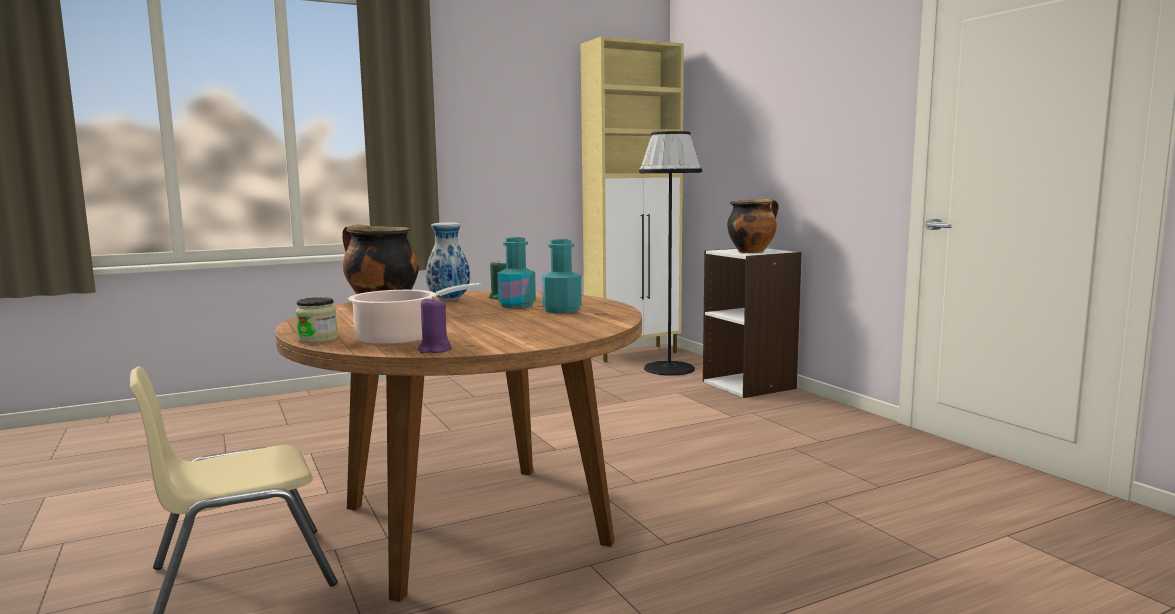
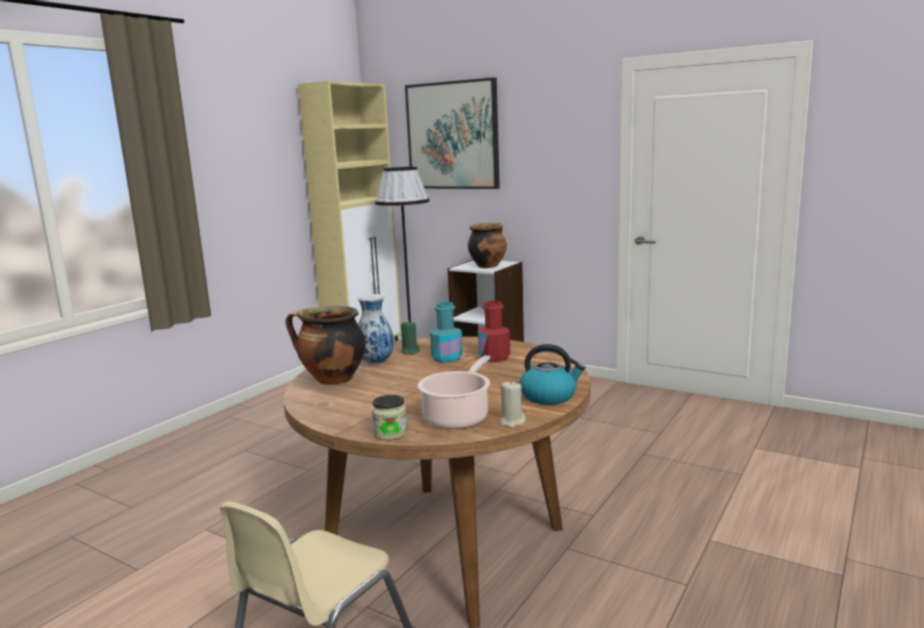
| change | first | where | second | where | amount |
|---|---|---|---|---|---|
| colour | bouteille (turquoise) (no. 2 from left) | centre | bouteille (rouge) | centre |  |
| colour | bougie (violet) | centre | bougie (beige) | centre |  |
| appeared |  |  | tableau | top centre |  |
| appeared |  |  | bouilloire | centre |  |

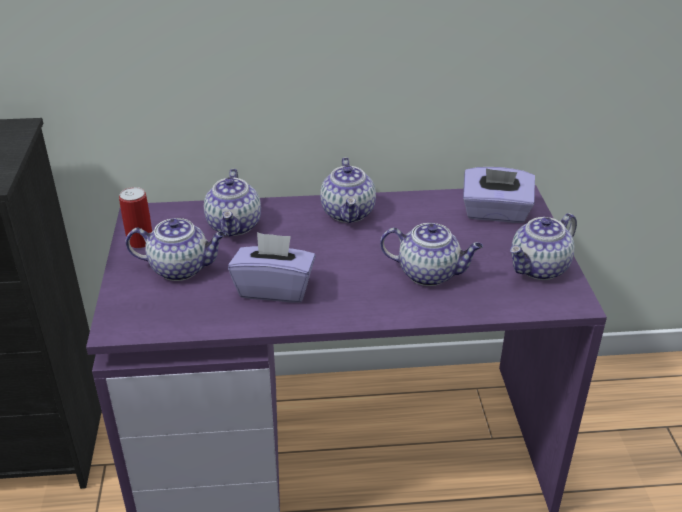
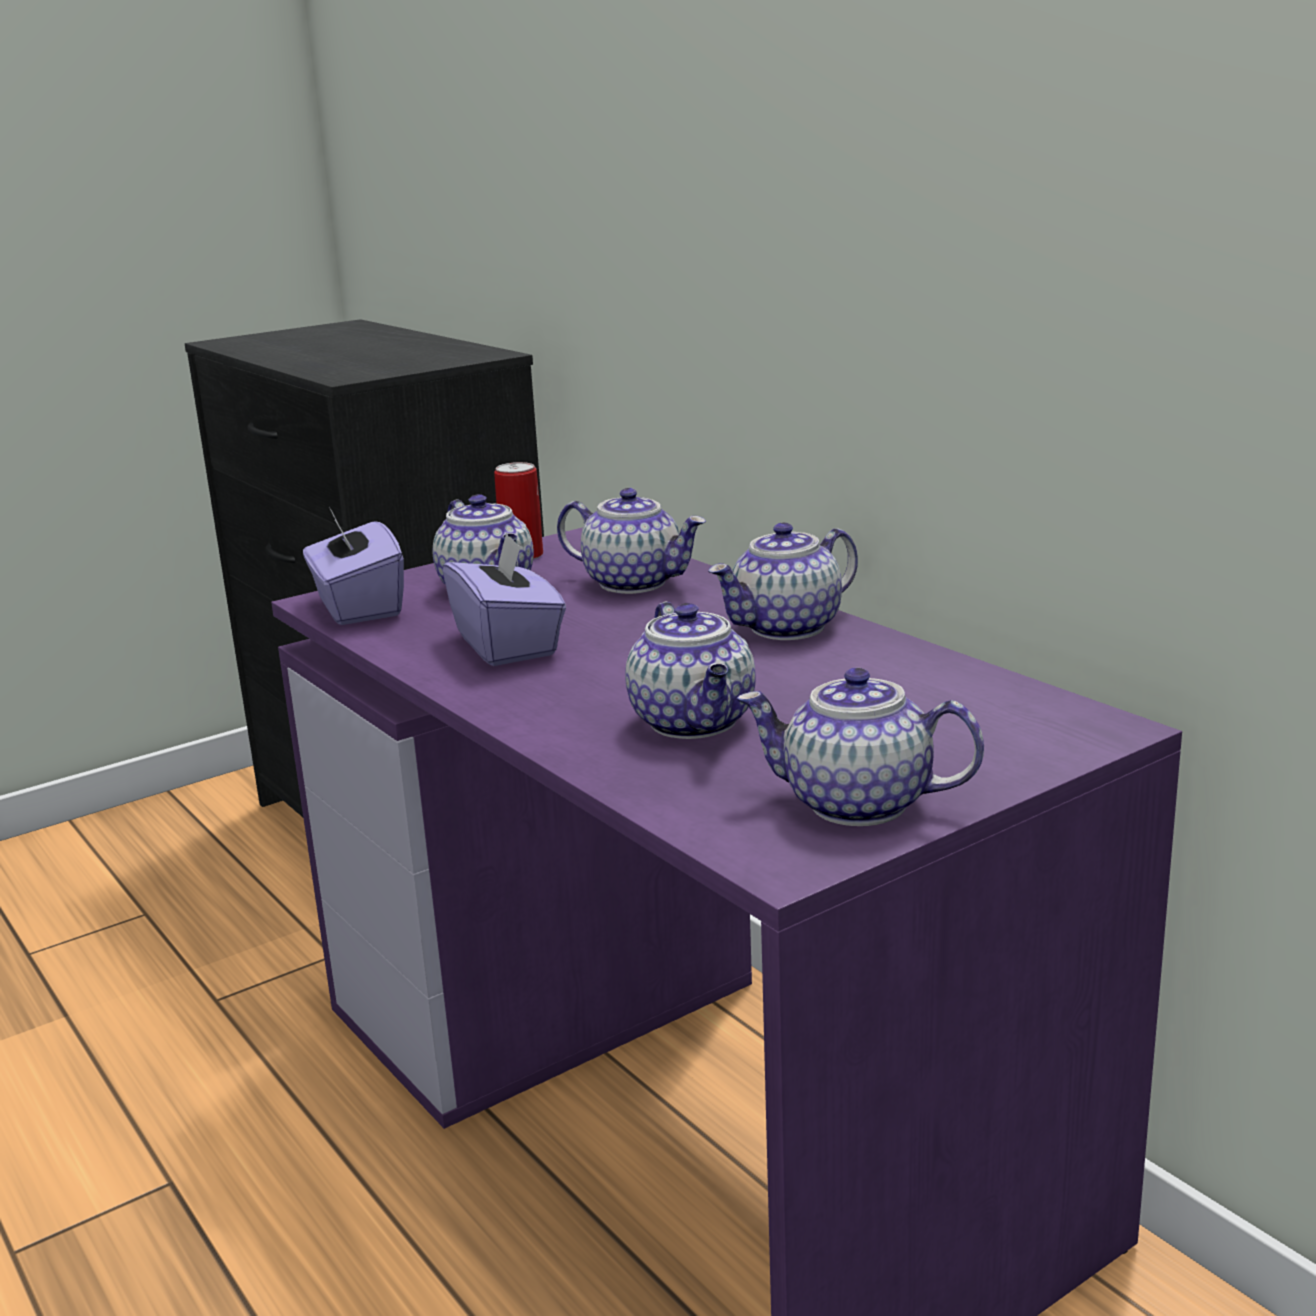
| change | first | where | second | where | amount |
|---|---|---|---|---|---|
| relocated | boîte à mouchoirs (violet) (no. 2 from left in the first image) | middle right | boîte à mouchoirs (violet) (no. 1 from left) | middle left |  |
| spun | théière (no. 2 from left) | centre |  | centre | 120 degrees counterclockwise |

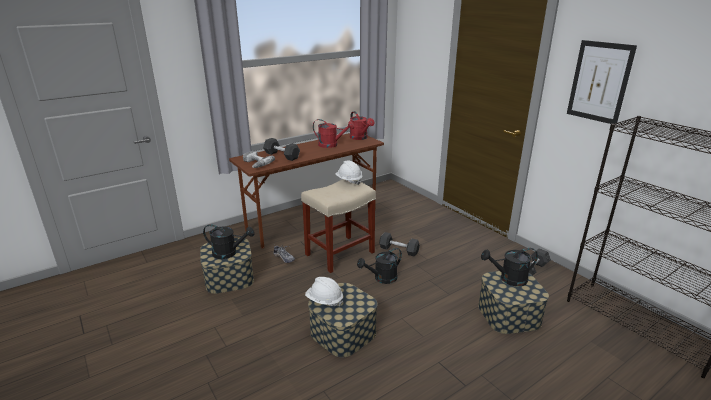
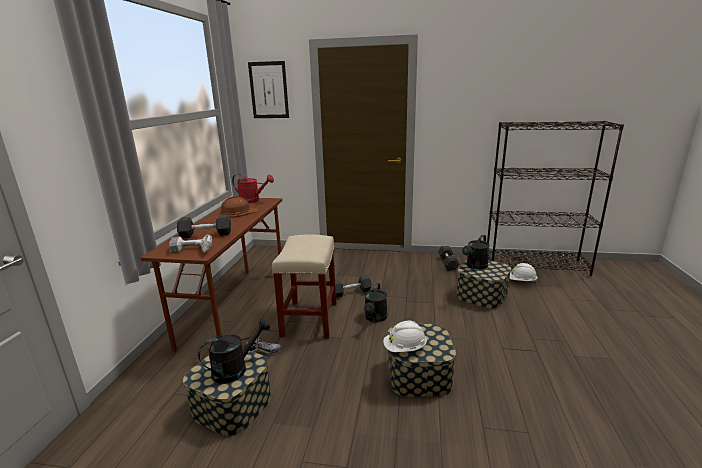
| change | first | where | second | where | amount |
|---|---|---|---|---|---|
| relocated | tableau | top right |  | top centre |  |
| exchanged | arrosoir (rouge) (no. 1 from left) | top centre | casque de chantier (marron) | centre |  |
| relocated | casque de chantier (blanc) (no. 2 from left) | centre |  | middle right |  |

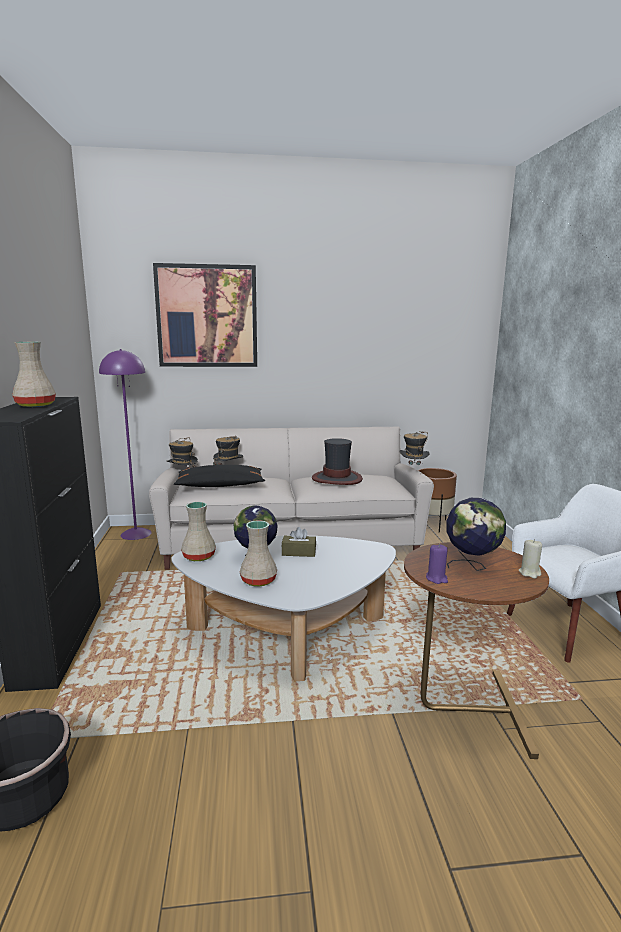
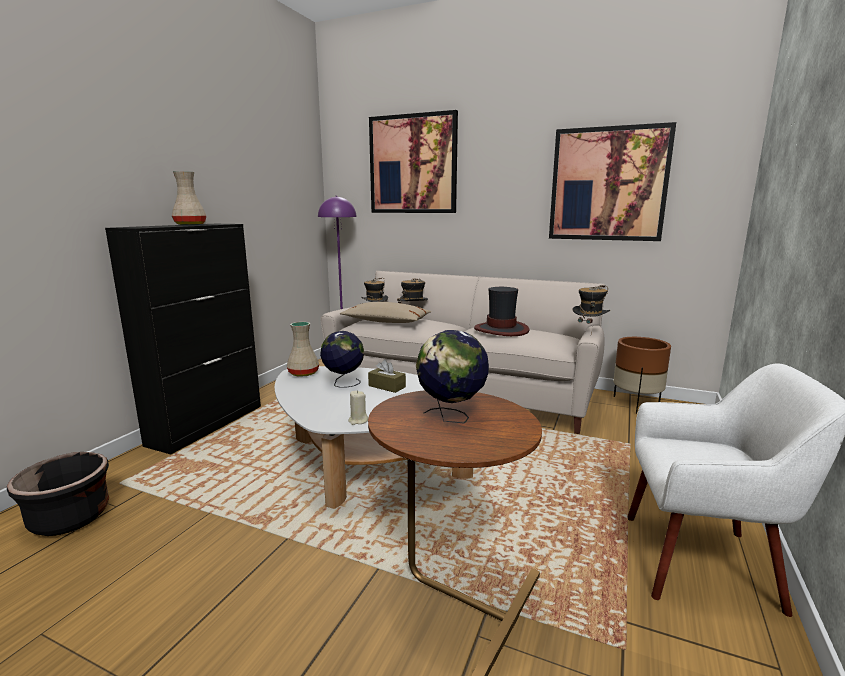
| change | first | where | second | where | amount |
|---|---|---|---|---|---|
| colour | coussin (noir) | centre | coussin (beige) | centre |  |
| missing | vase (beige) (no. 3 from left) | centre |  |  |  |
| relocated | bougie (beige) | middle right |  | centre |  |
| missing | bougie (violet) | middle right |  |  |  |
| appeared |  |  | tableau (no. 2 from left) | top right |  |

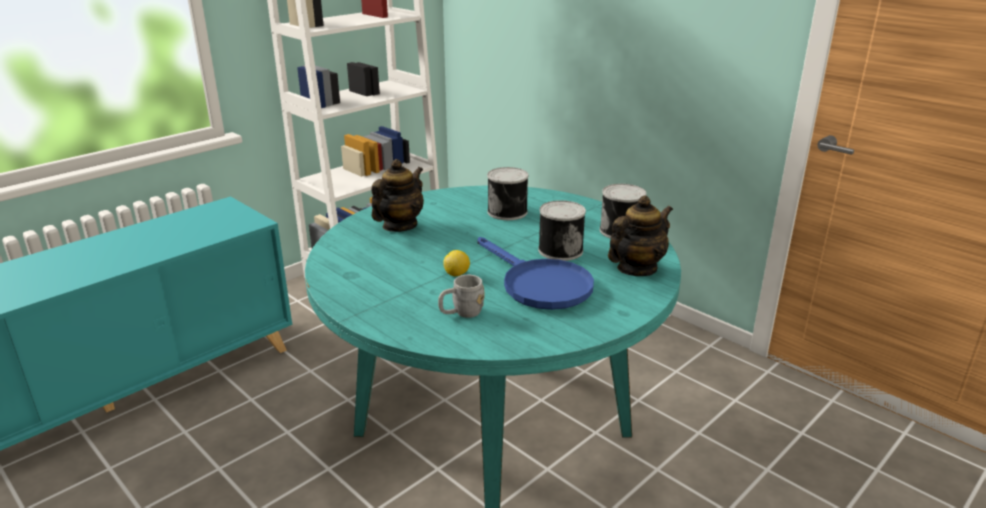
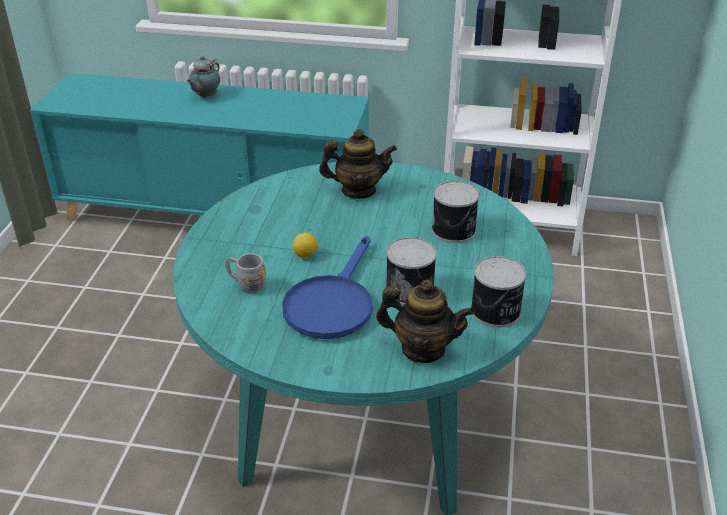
| change | first | where | second | where | amount |
|---|---|---|---|---|---|
| appeared |  |  | théière (no. 1 from left) | top left |  |

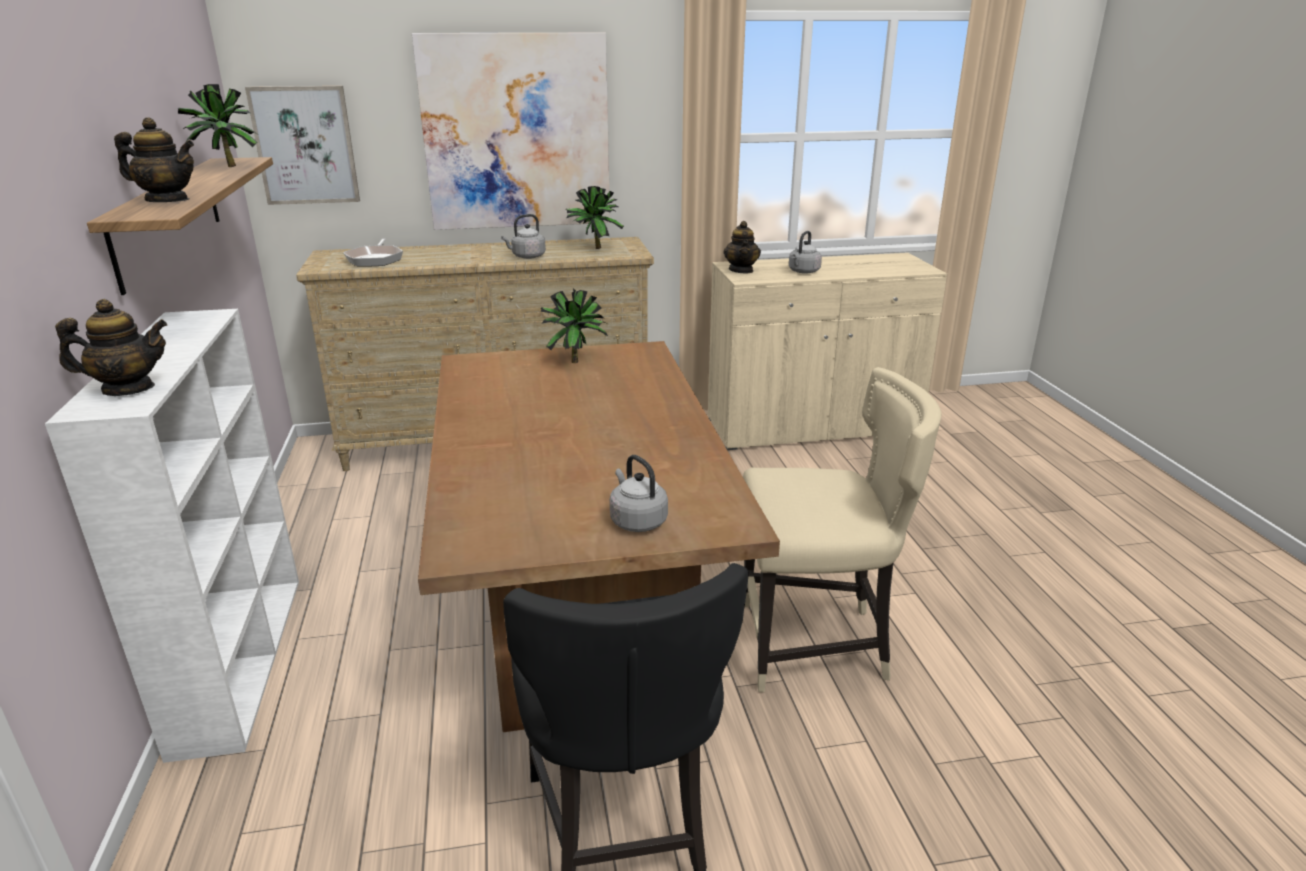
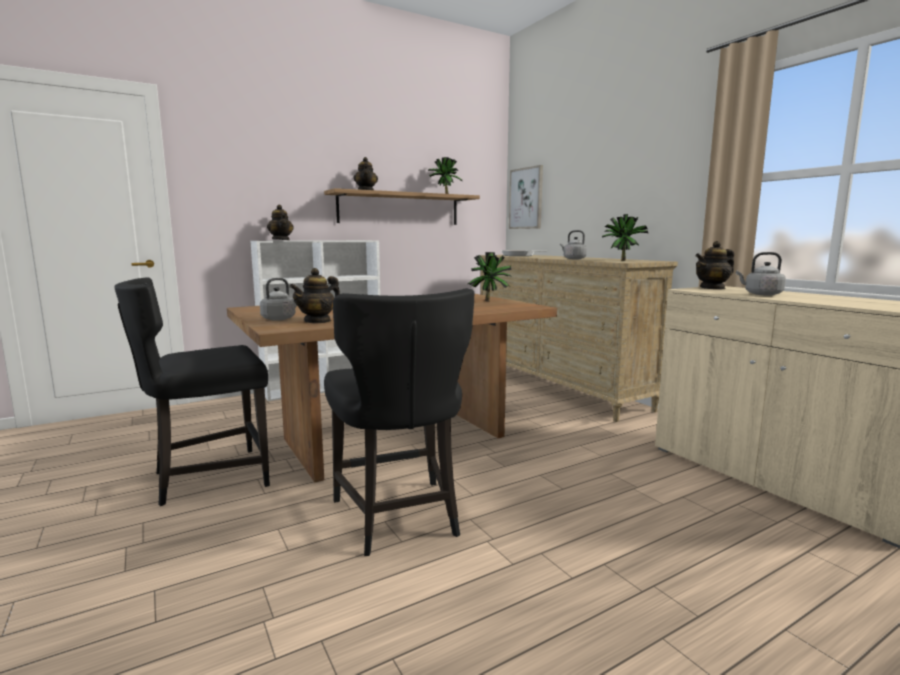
| change | first | where | second | where | amount |
|---|---|---|---|---|---|
| missing | tableau (no. 2 from left) | top centre |  |  |  |
| colour | chaise (beige) | centre | chaise (noir) (no. 2 from left) | centre |  |
| appeared |  |  | théière (no. 2 from left) | centre |  |

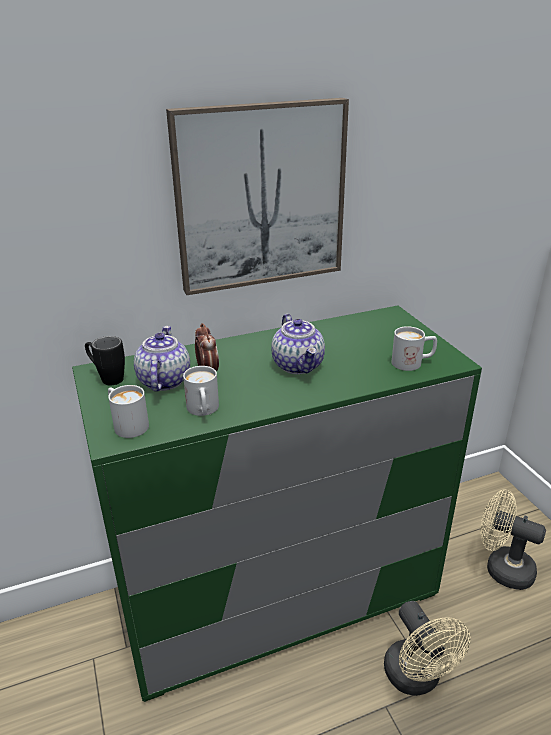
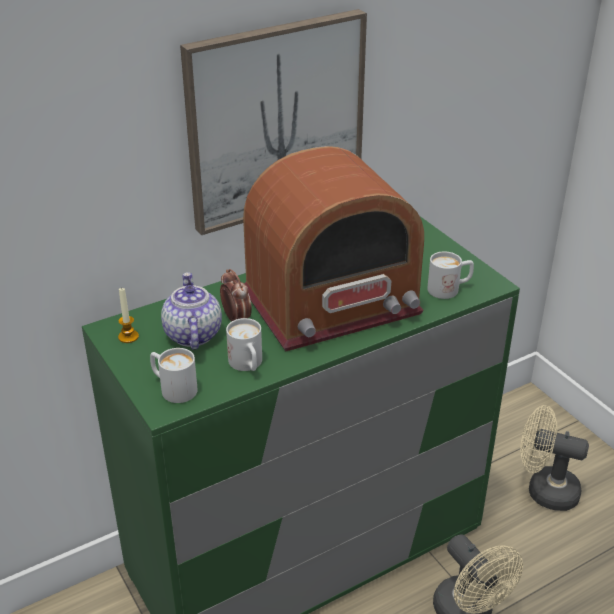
| change | first | where | second | where | amount |
|---|---|---|---|---|---|
| exchanged | théière (no. 2 from left) | centre | radio | centre |  |
| exchanged | mug (noir) | middle left | bougie | middle left |  |

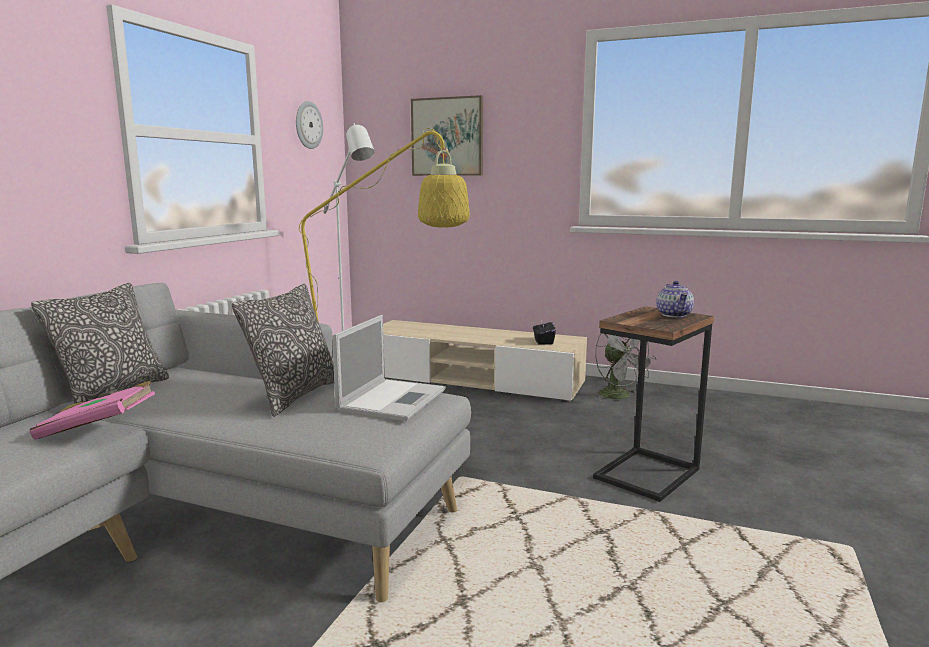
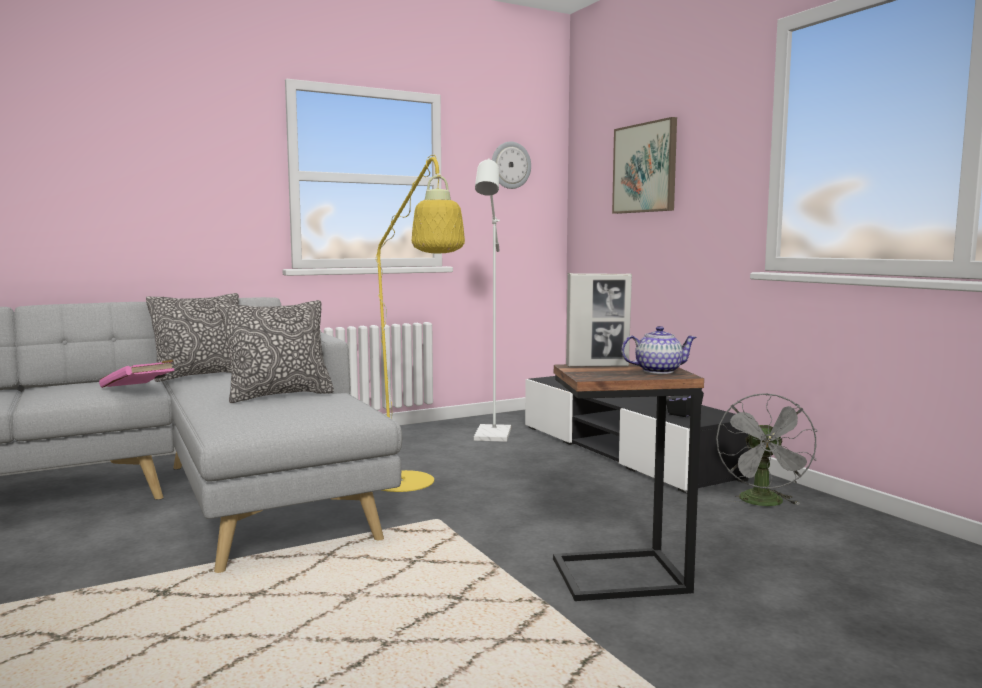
| change | first | where | second | where | amount |
|---|---|---|---|---|---|
| spun | théière | middle right |  | middle right | 135 degrees counterclockwise |
| missing | ordinateur portable | centre |  |  |  |
| colour | meuble télé (beige) | centre | meuble télé (noir) | centre |  |
| appeared |  |  | cadre photo | centre |  |

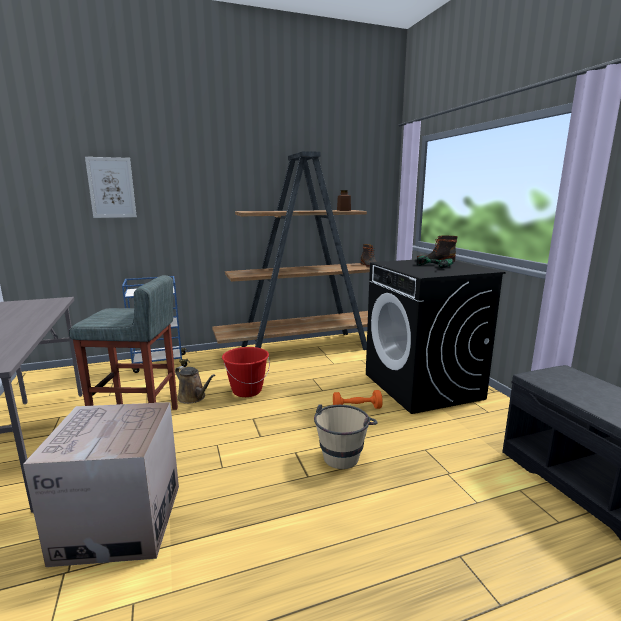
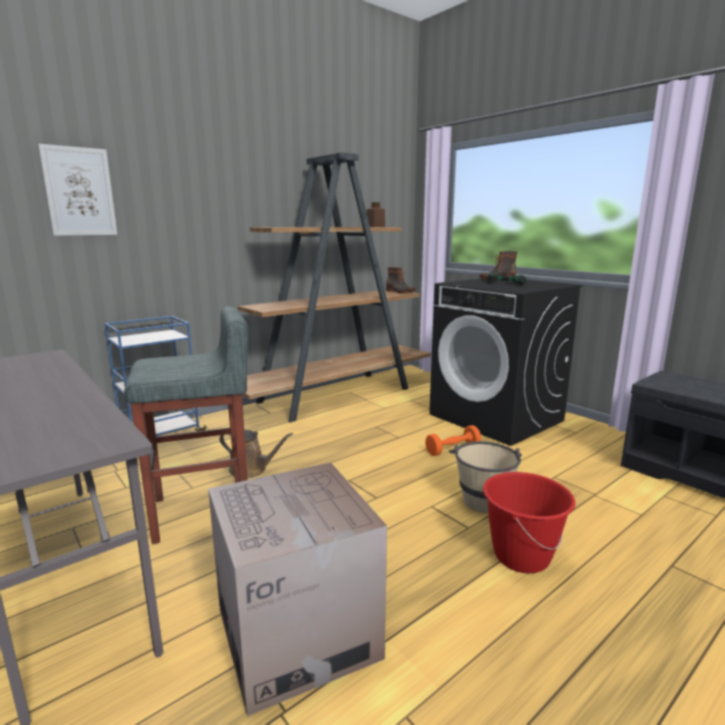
| change | first | where | second | where | amount |
|---|---|---|---|---|---|
| relocated | seau (rouge) | centre |  | bottom right |  |

